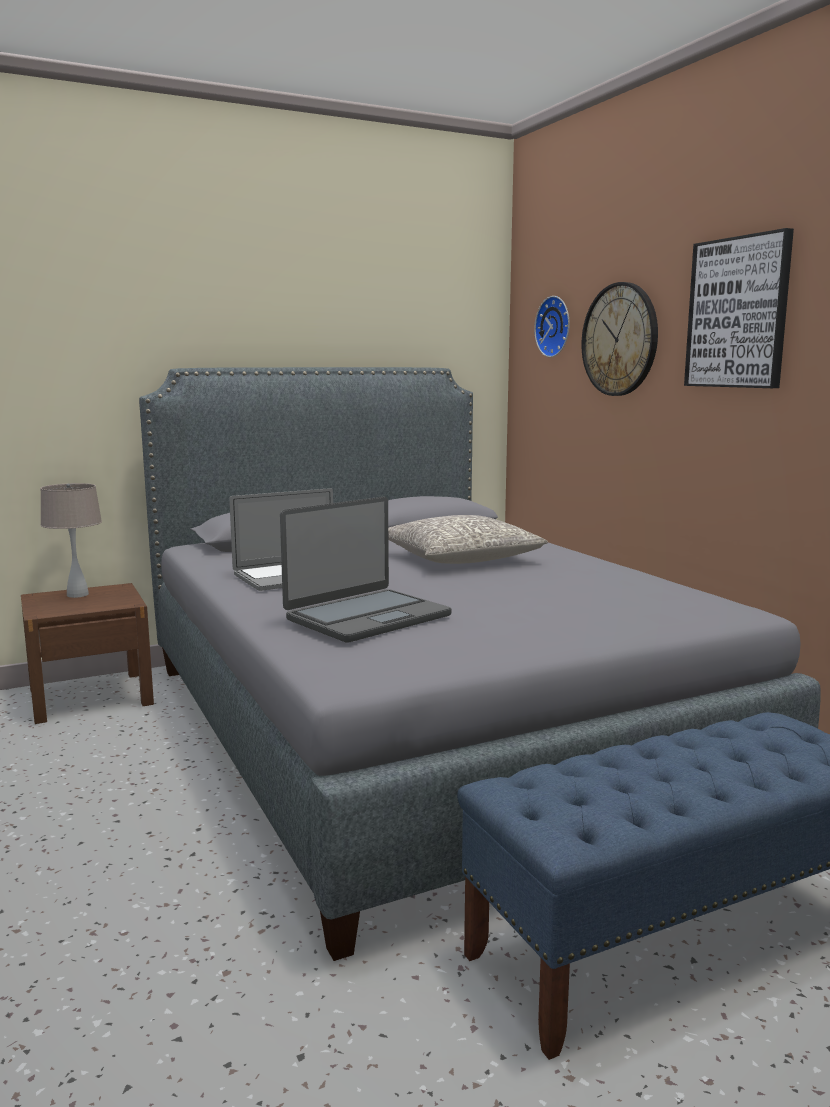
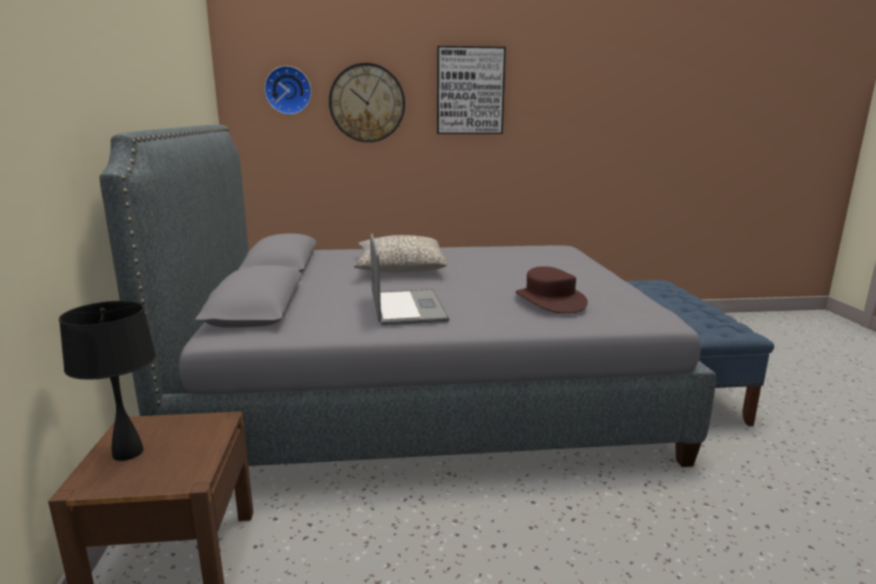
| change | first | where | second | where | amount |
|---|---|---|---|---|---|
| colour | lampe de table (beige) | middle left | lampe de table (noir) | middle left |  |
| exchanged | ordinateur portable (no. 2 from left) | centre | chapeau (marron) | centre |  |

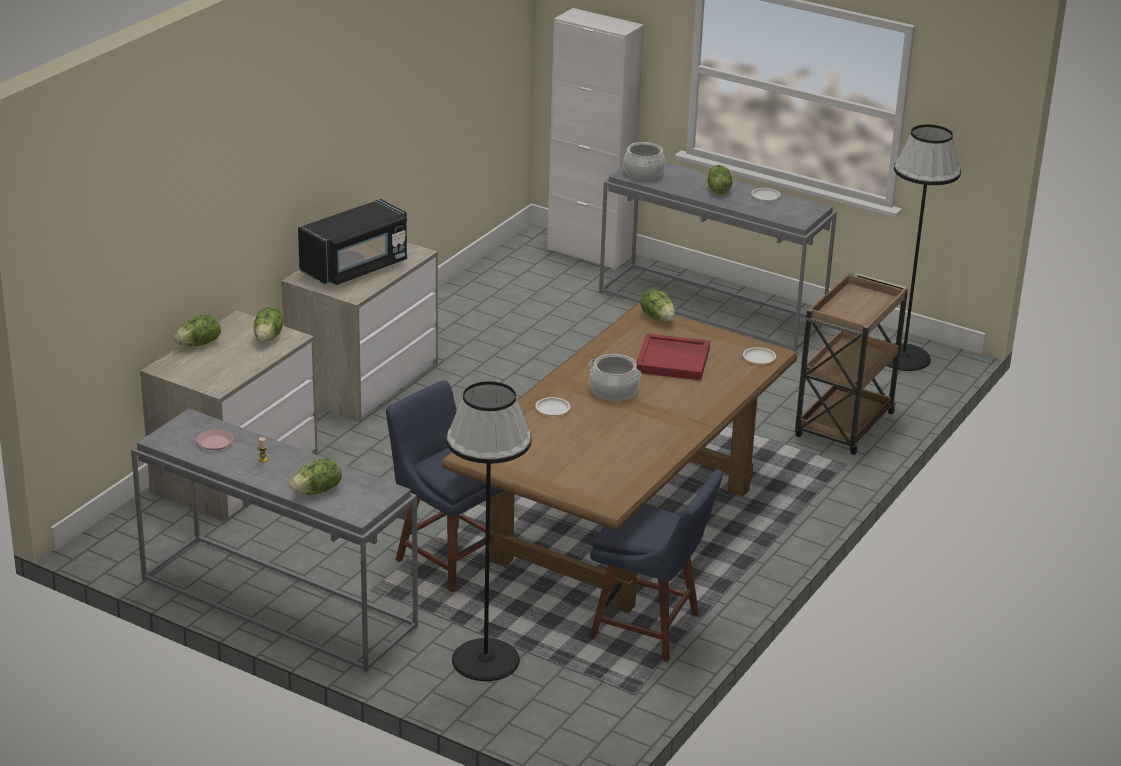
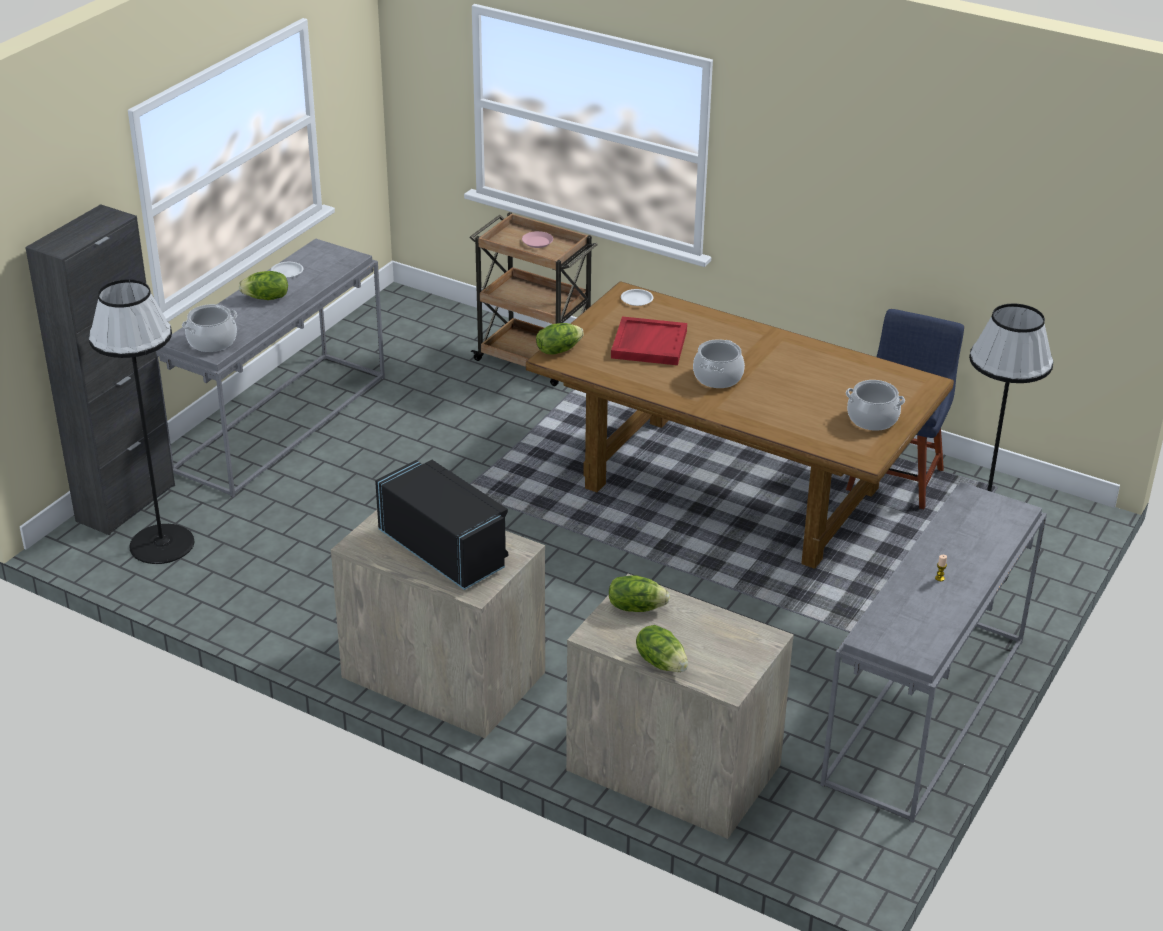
| change | first | where | second | where | amount |
|---|---|---|---|---|---|
| colour | meuble de rangement (blanc) | top centre | meuble de rangement (noir) | middle left |  |
| relocated | lampadaire (noir) (no. 2 from left in the first image) | top right | lampadaire (noir) (no. 1 from left) | middle left |  |
| missing | chaise (bleu) (no. 1 from left) | centre |  |  |  |
| missing | assiette (blanc) (no. 1 from left) | centre |  |  |  |
| relocated | assiette (rose) | middle left |  | top centre |  |
| missing | laitue (no. 3 from left) | middle left |  |  |  |
| appeared |  |  | marmite (no. 3 from left) | middle right |  |

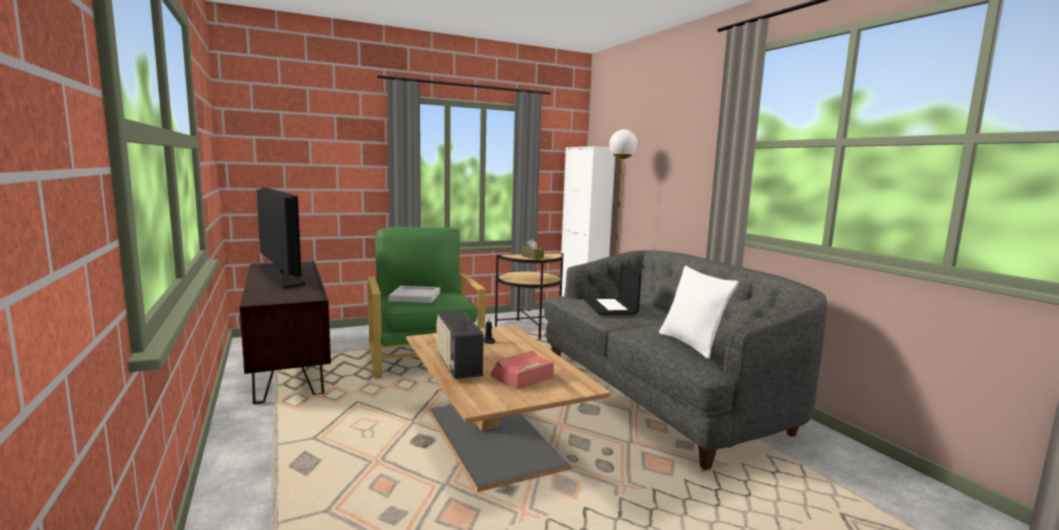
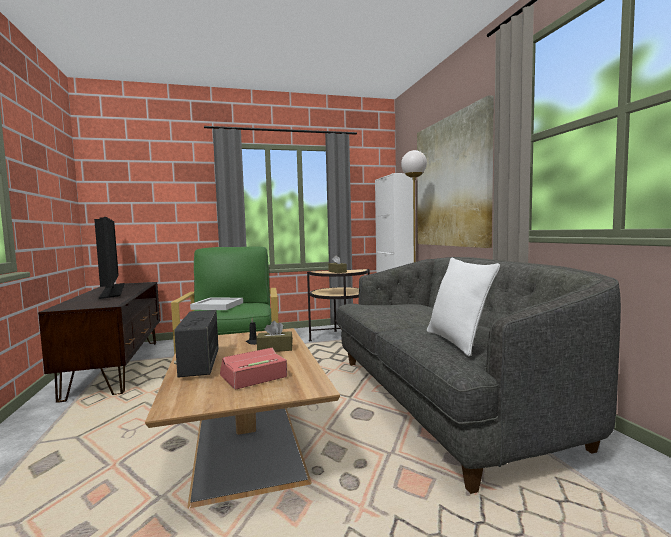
| change | first | where | second | where | amount |
|---|---|---|---|---|---|
| missing | ordinateur portable | centre |  |  |  |
| appeared |  |  | tableau | top right |  |
| appeared |  |  | boîte à mouchoirs (marron) (no. 1 from left) | centre |  |

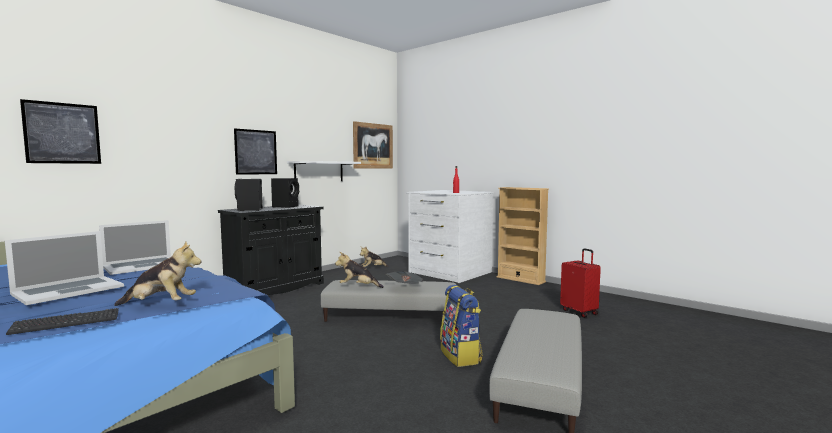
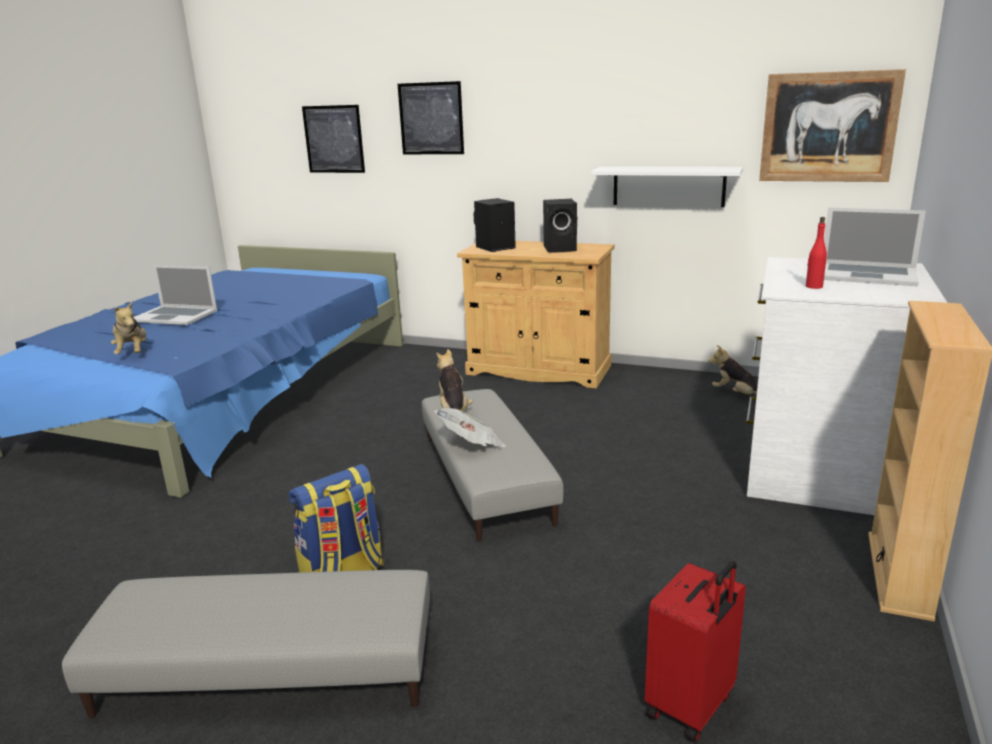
| change | first | where | second | where | amount |
|---|---|---|---|---|---|
| relocated | tableau (no. 2 from left) | middle left |  | top centre |  |
| colour | meuble de rangement (noir) | middle left | meuble de rangement (beige) | centre |  |
| relocated | ordinateur portable (no. 2 from left) | middle left |  | top right |  |
| missing | clavier | bottom left |  |  |  |

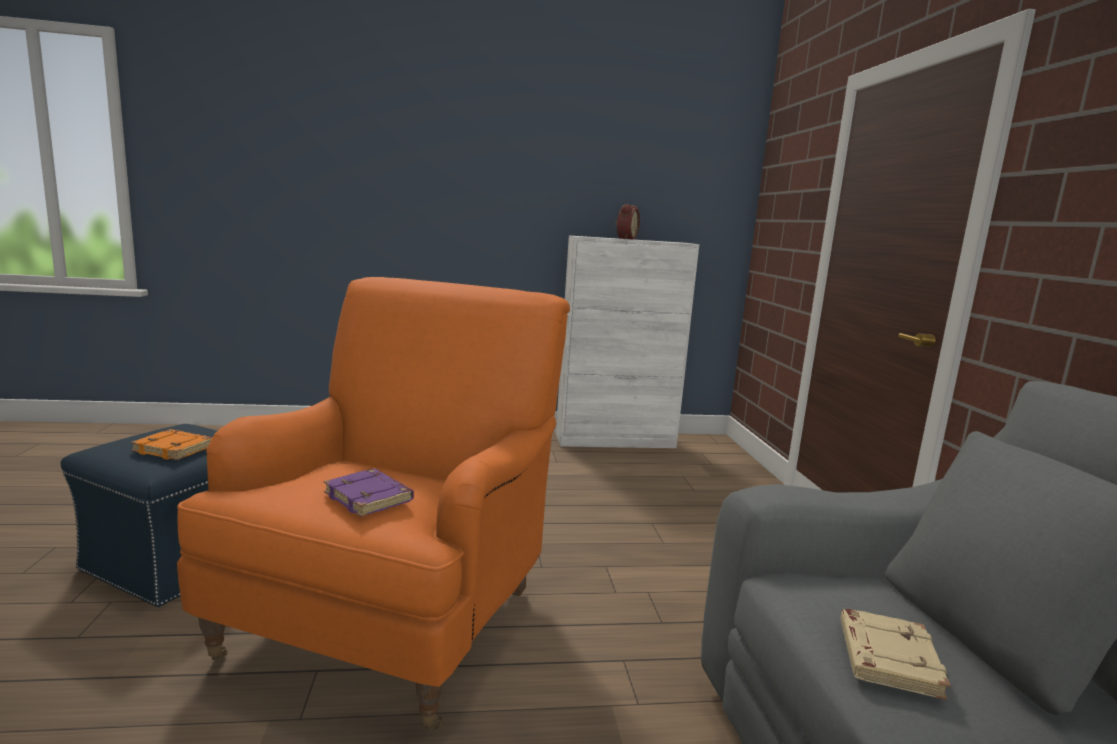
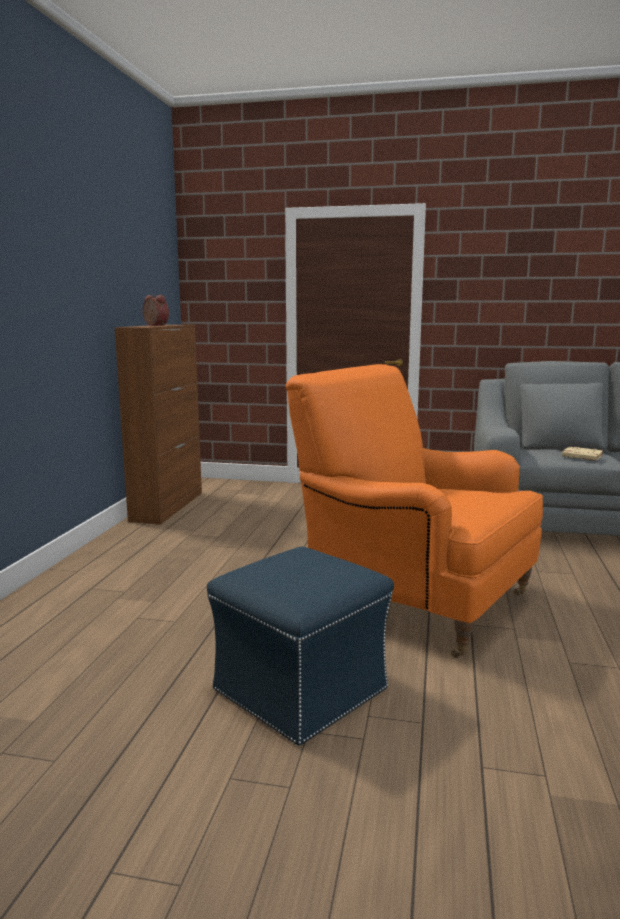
| change | first | where | second | where | amount |
|---|---|---|---|---|---|
| colour | meuble de rangement (blanc) | centre | meuble de rangement (marron) | middle left |  |
| missing | livre (orange) | middle left |  |  |  |
| missing | livre (violet) | middle left |  |  |  |

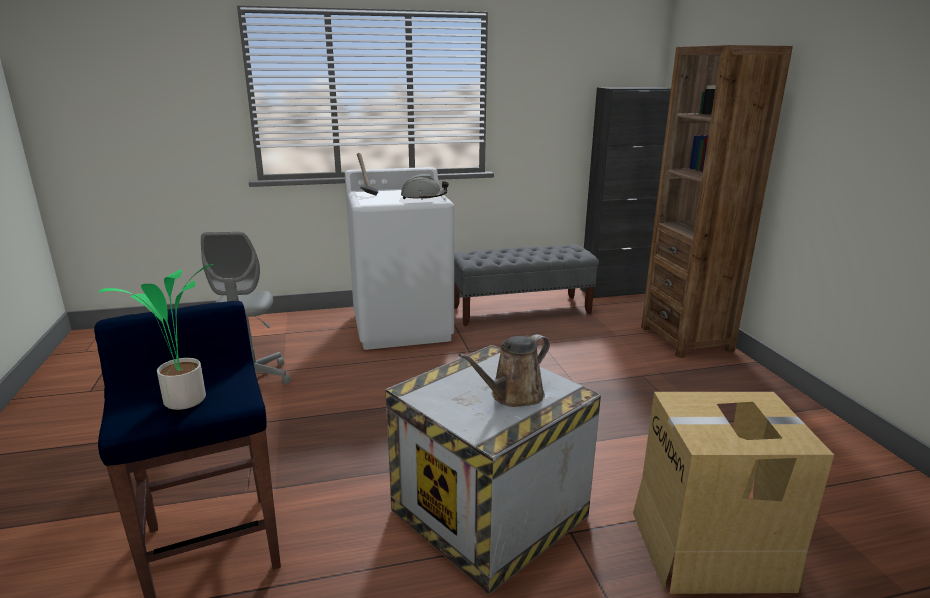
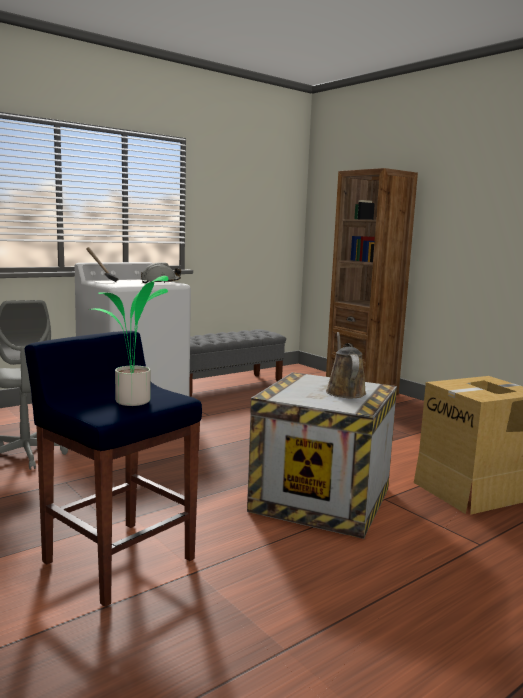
| change | first | where | second | where | amount |
|---|---|---|---|---|---|
| missing | meuble de rangement (noir) | top right |  |  |  |
| spun | arrosoir (marron) | centre |  | centre | 150 degrees clockwise |

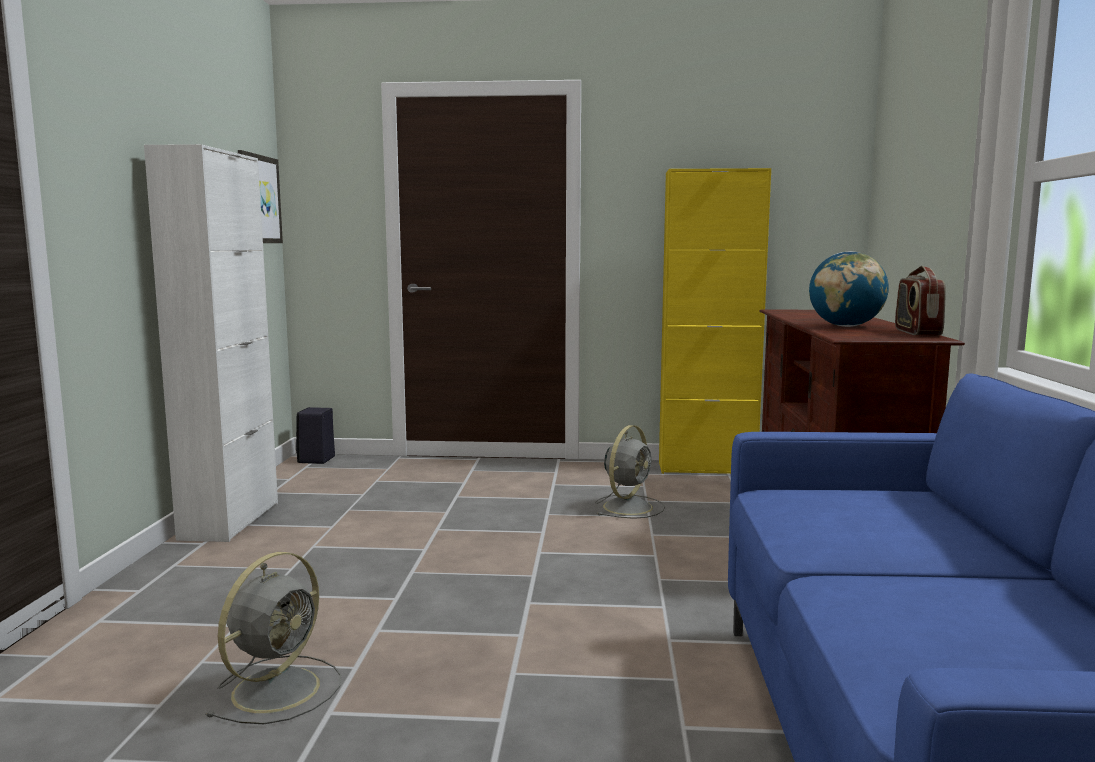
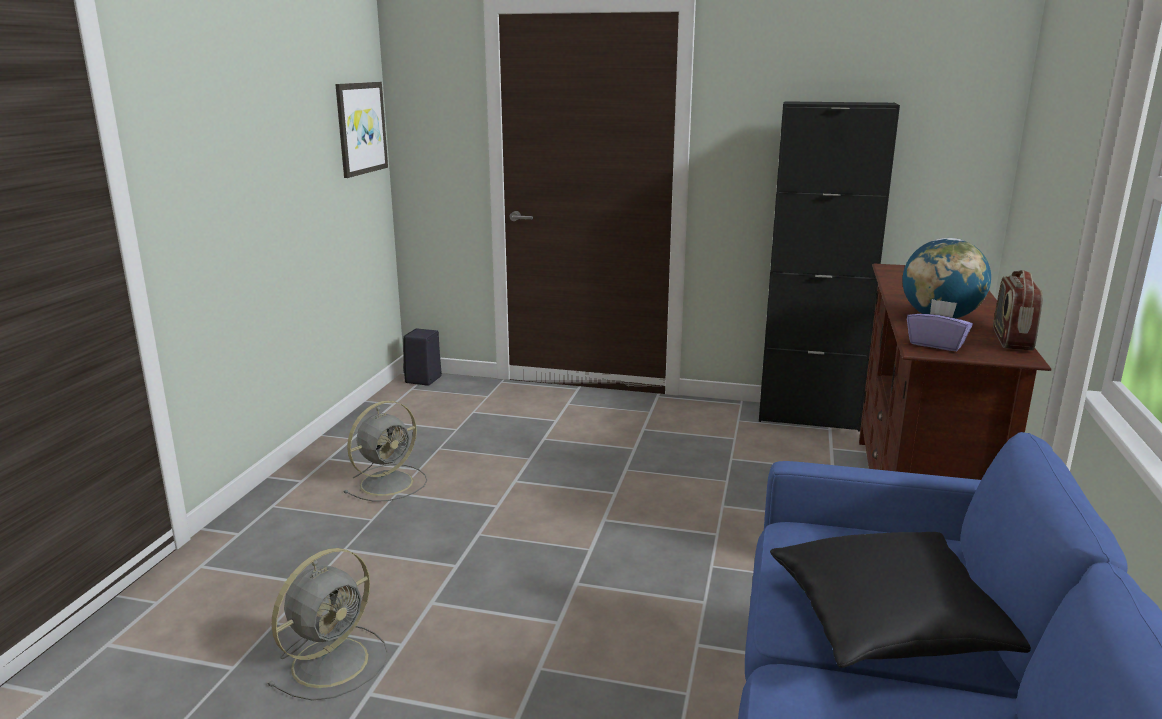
| change | first | where | second | where | amount |
|---|---|---|---|---|---|
| missing | meuble de rangement (blanc) | middle left |  |  |  |
| colour | meuble de rangement (jaune) | centre | meuble de rangement (noir) | middle right |  |
| relocated | ventilateur (gris) (no. 2 from left) | centre |  | middle left |  |
| appeared |  |  | boîte à mouchoirs (violet) | middle right |  |
| appeared |  |  | coussin (noir) | bottom right |  |

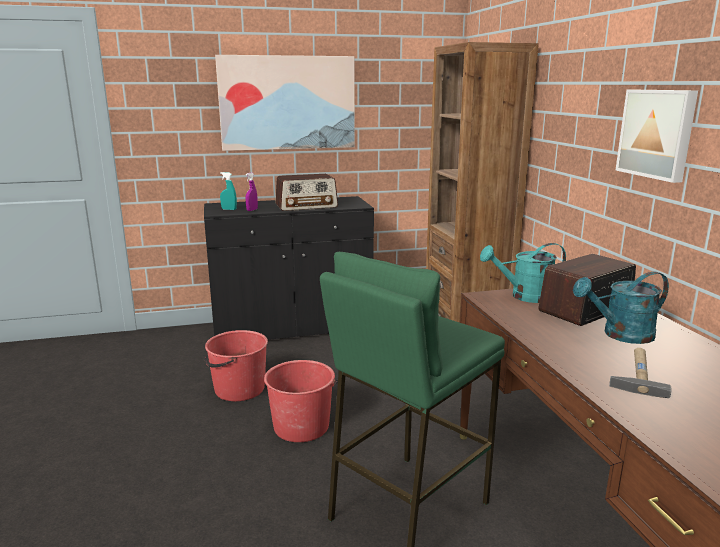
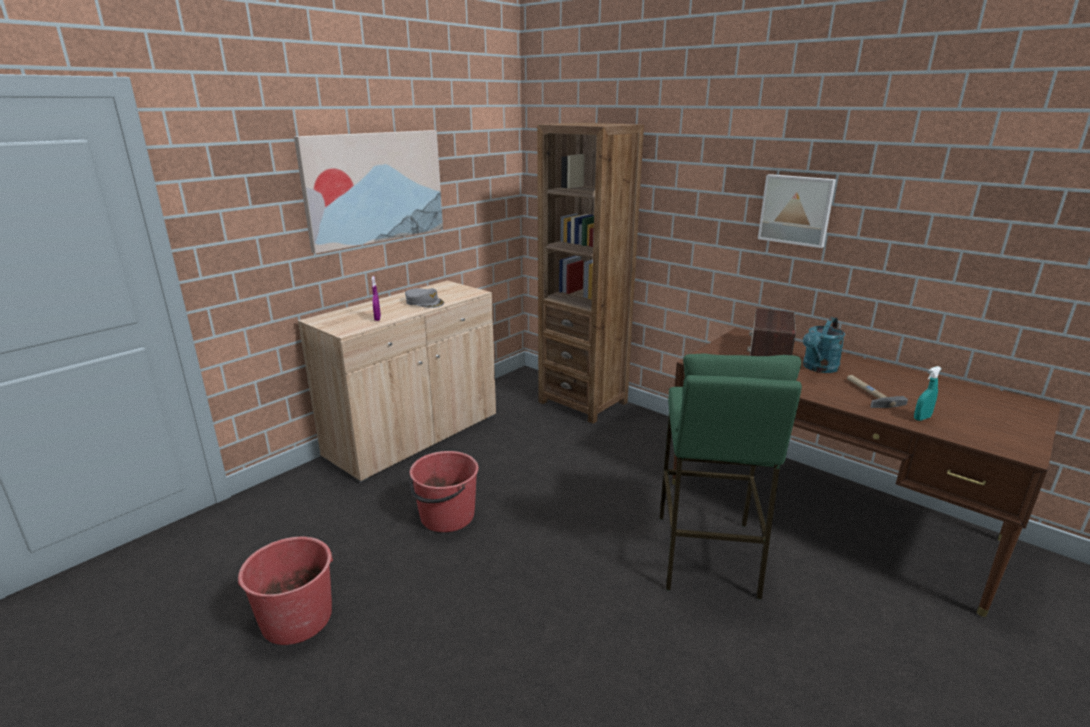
| change | first | where | second | where | amount |
|---|---|---|---|---|---|
| relocated | vaporisateur (turquoise) | middle left |  | middle right |  |
| exchanged | radio (no. 1 from left) | centre | casquette (gris) | centre |  |
| colour | meuble de rangement (noir) | centre | meuble de rangement (beige) | centre |  |
| missing | arrosoir (turquoise) (no. 1 from left) | middle right |  |  |  |
| relocated | seau (rouge) (no. 2 from left in the first image) | bottom centre | seau (rouge) (no. 1 from left) | bottom left |  |

